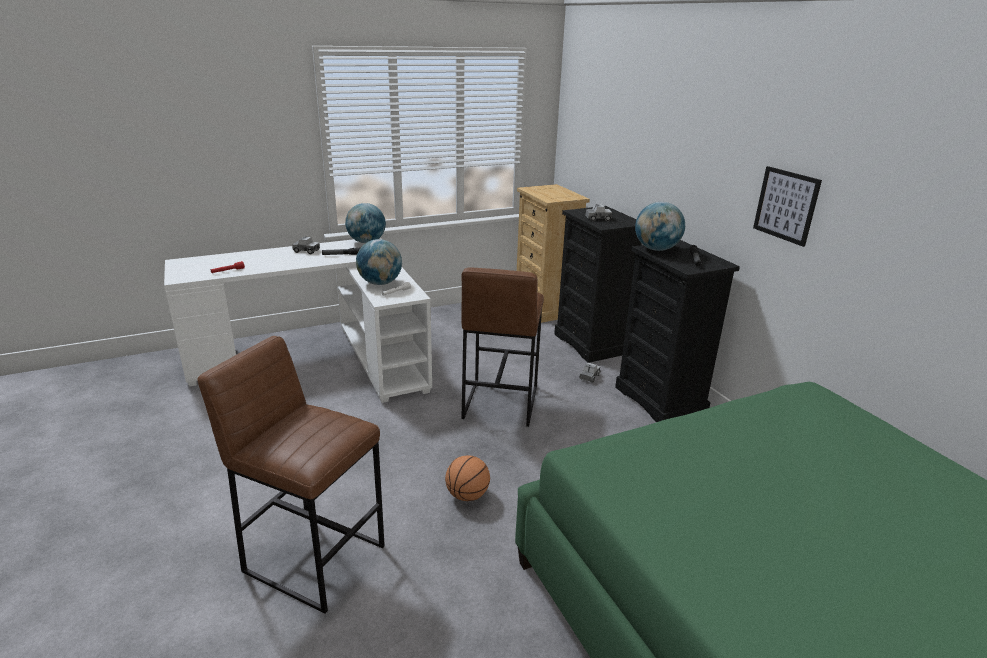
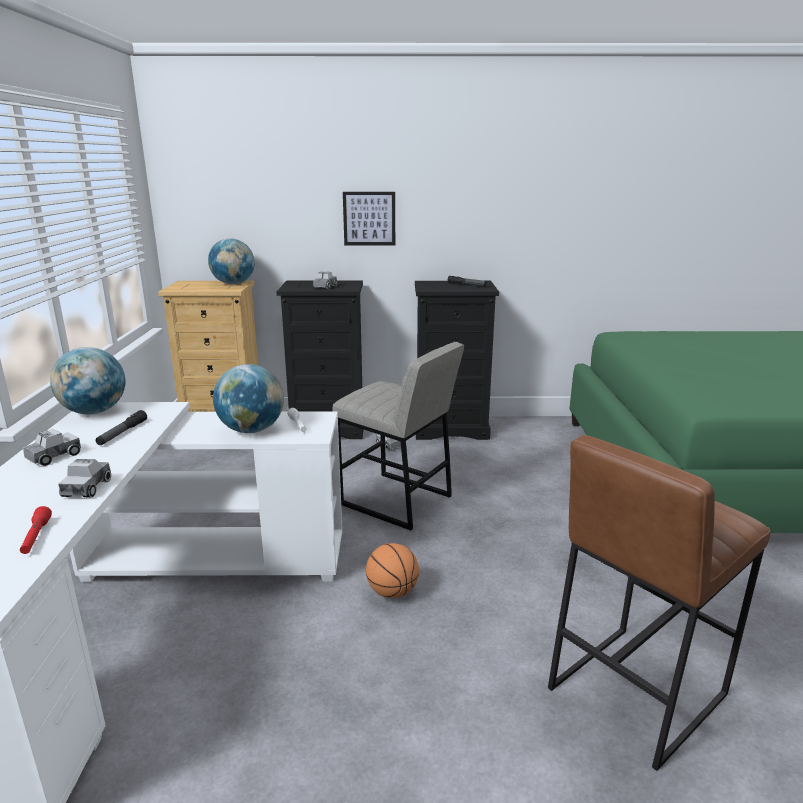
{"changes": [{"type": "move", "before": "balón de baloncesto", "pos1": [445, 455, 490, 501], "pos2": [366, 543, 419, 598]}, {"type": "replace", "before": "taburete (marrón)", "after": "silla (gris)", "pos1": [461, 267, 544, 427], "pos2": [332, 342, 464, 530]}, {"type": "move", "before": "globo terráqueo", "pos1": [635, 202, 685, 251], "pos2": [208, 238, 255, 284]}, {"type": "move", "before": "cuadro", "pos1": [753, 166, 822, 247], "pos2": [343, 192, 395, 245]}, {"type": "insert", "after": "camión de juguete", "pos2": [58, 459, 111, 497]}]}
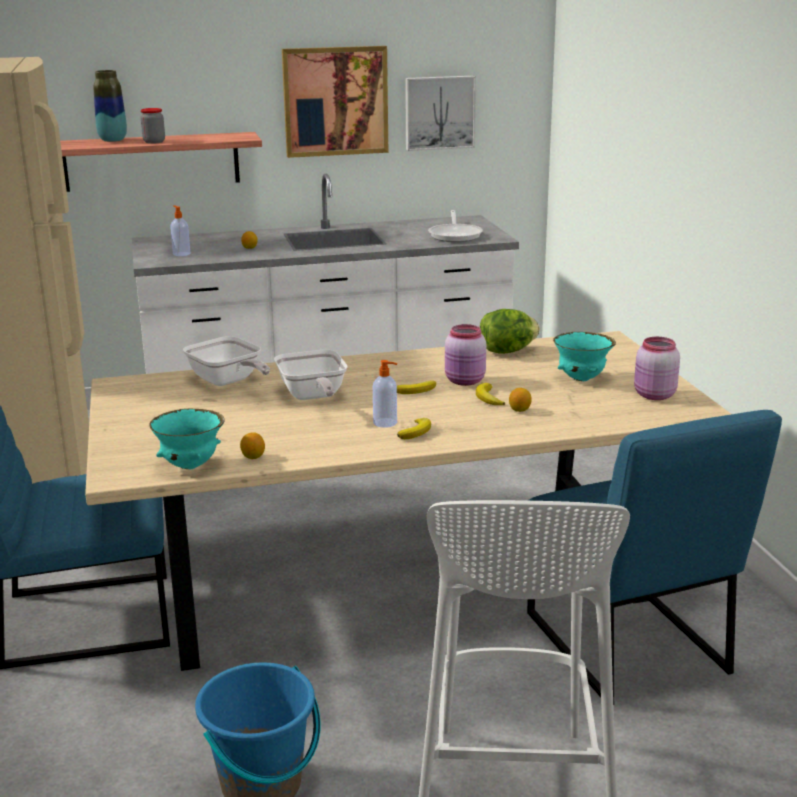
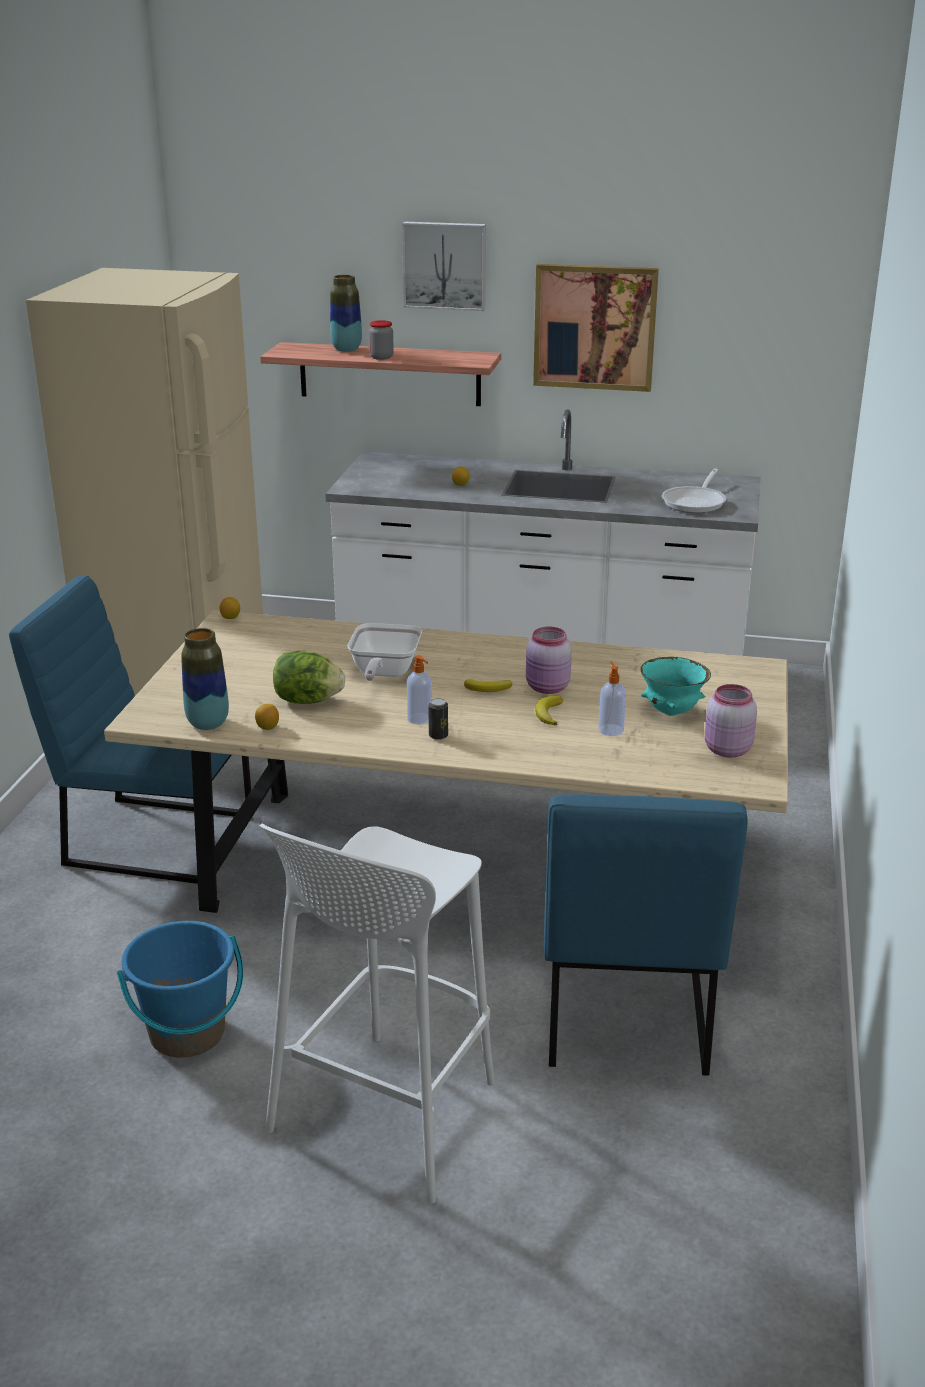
{"changes": [{"type": "replace", "before": "cuenco (turquesa)", "after": "florero", "pos1": [149, 408, 225, 470], "pos2": [181, 628, 229, 730]}, {"type": "move", "before": "dispensador de jabón", "pos1": [170, 205, 190, 256], "pos2": [599, 661, 626, 736]}, {"type": "delete", "before": "sartén", "pos1": [183, 336, 270, 386]}, {"type": "replace", "before": "plátano", "after": "lata", "pos1": [397, 418, 431, 439], "pos2": [428, 698, 448, 740]}, {"type": "move", "before": "cuadro", "pos1": [405, 76, 476, 151], "pos2": [402, 222, 486, 311]}, {"type": "move", "before": "lechuga", "pos1": [480, 309, 540, 354], "pos2": [273, 651, 345, 704]}, {"type": "move", "before": "limón", "pos1": [509, 388, 532, 412], "pos2": [220, 597, 240, 619]}]}
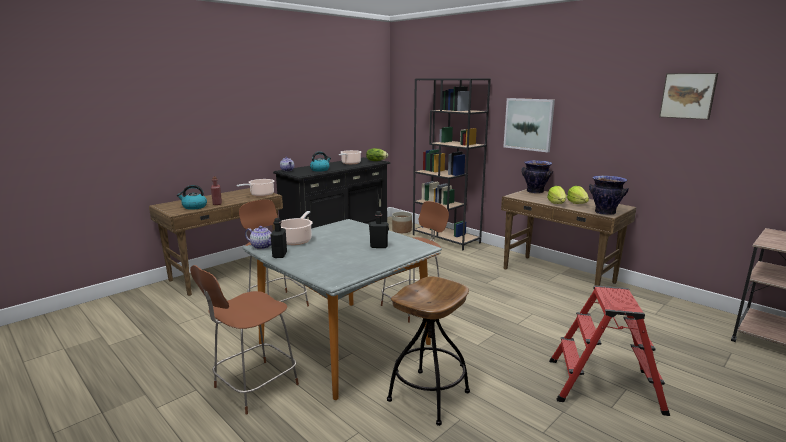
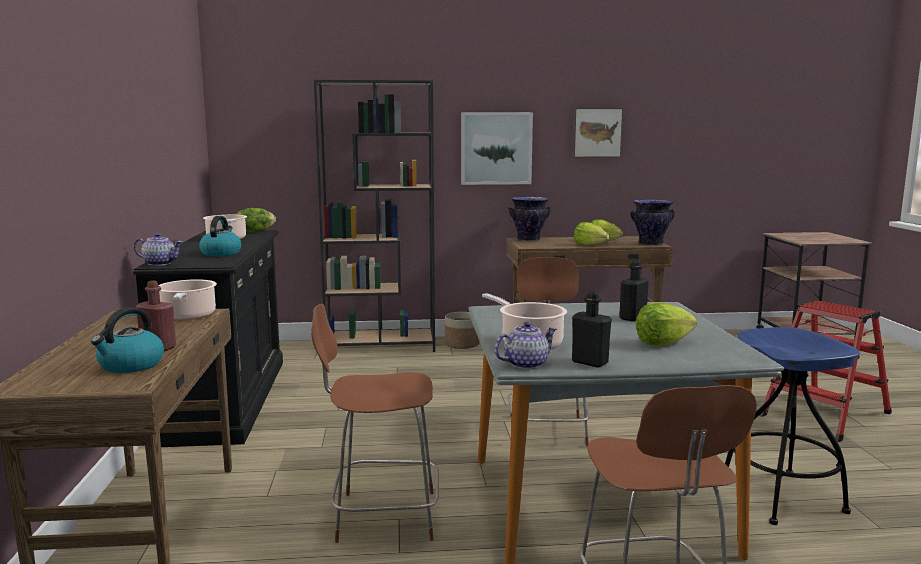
{"changes": [{"type": "recolor", "before": "taburete (marrón)", "after": "taburete (azul)", "pos1": [387, 276, 470, 426], "pos2": [725, 327, 860, 525]}, {"type": "move", "before": "maceta", "pos1": [392, 212, 412, 233], "pos2": [445, 312, 479, 349]}, {"type": "move", "before": "cuadro", "pos1": [659, 73, 718, 120], "pos2": [573, 108, 623, 157]}, {"type": "insert", "after": "lechuga", "pos2": [636, 303, 697, 346]}]}
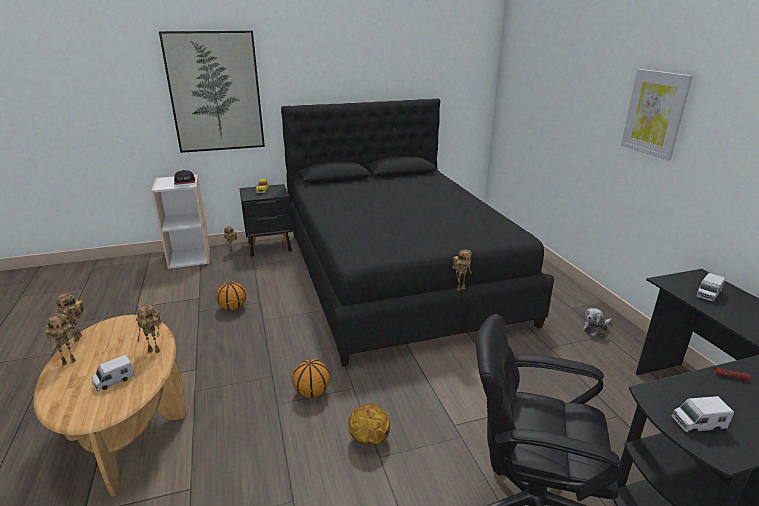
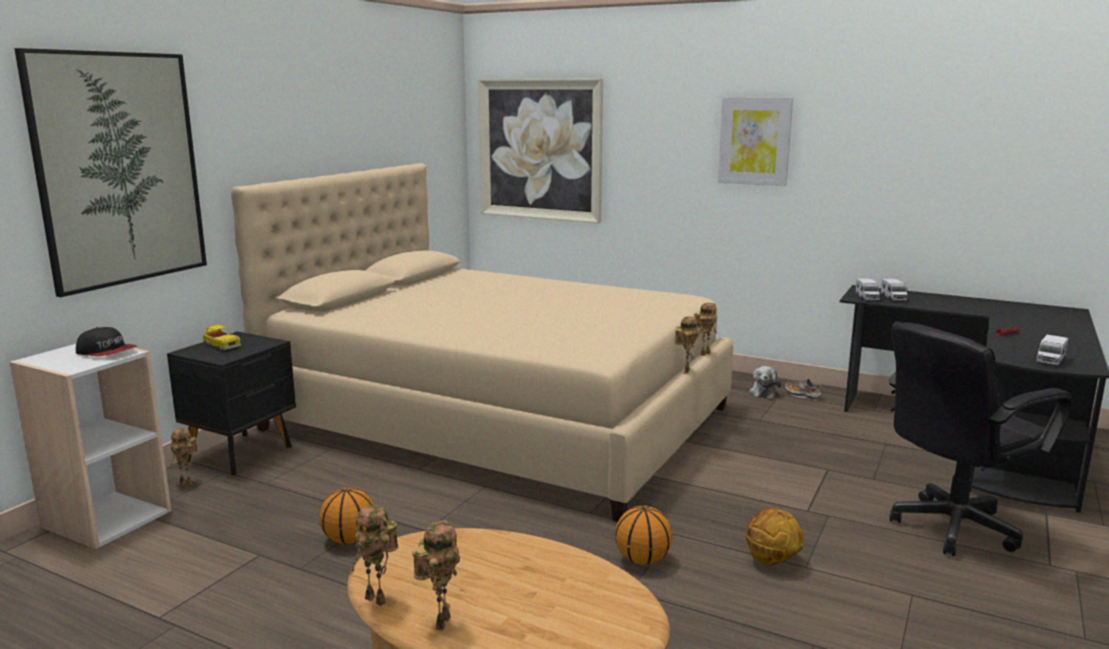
{"changes": [{"type": "move", "before": "camión de juguete", "pos1": [92, 355, 135, 391], "pos2": [855, 278, 880, 300]}, {"type": "move", "before": "robot de juguete", "pos1": [136, 305, 161, 353], "pos2": [694, 303, 717, 356]}, {"type": "recolor", "before": "cama (negro)", "after": "cama (beis)", "pos1": [281, 99, 554, 366], "pos2": [231, 163, 733, 522]}, {"type": "insert", "after": "cuadro", "pos2": [478, 79, 603, 223]}, {"type": "insert", "after": "zapato", "pos2": [784, 378, 822, 400]}]}
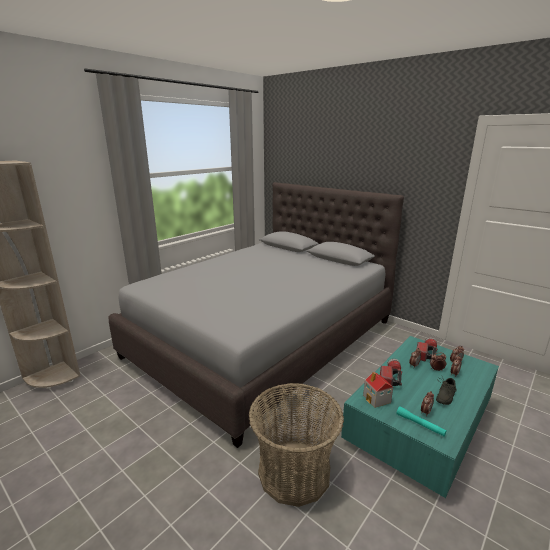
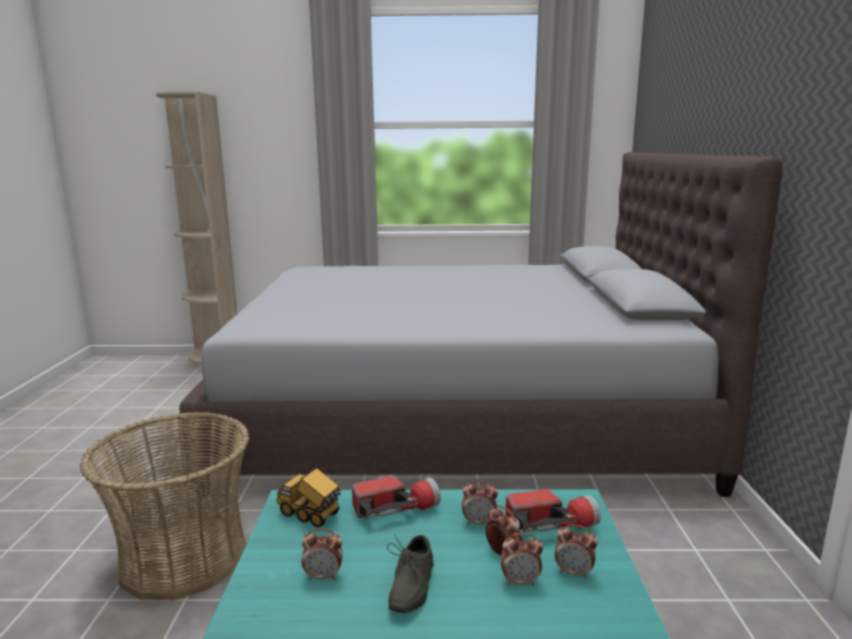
{"changes": [{"type": "replace", "before": "casita", "after": "camión de juguete", "pos1": [363, 372, 393, 408], "pos2": [276, 468, 341, 527]}, {"type": "delete", "before": "linterna (turquesa)", "pos1": [396, 406, 447, 436]}, {"type": "rotate", "before": "zapato (gris)", "pos1": [436, 375, 457, 405], "pos2": [387, 535, 434, 613], "turn": -75}]}
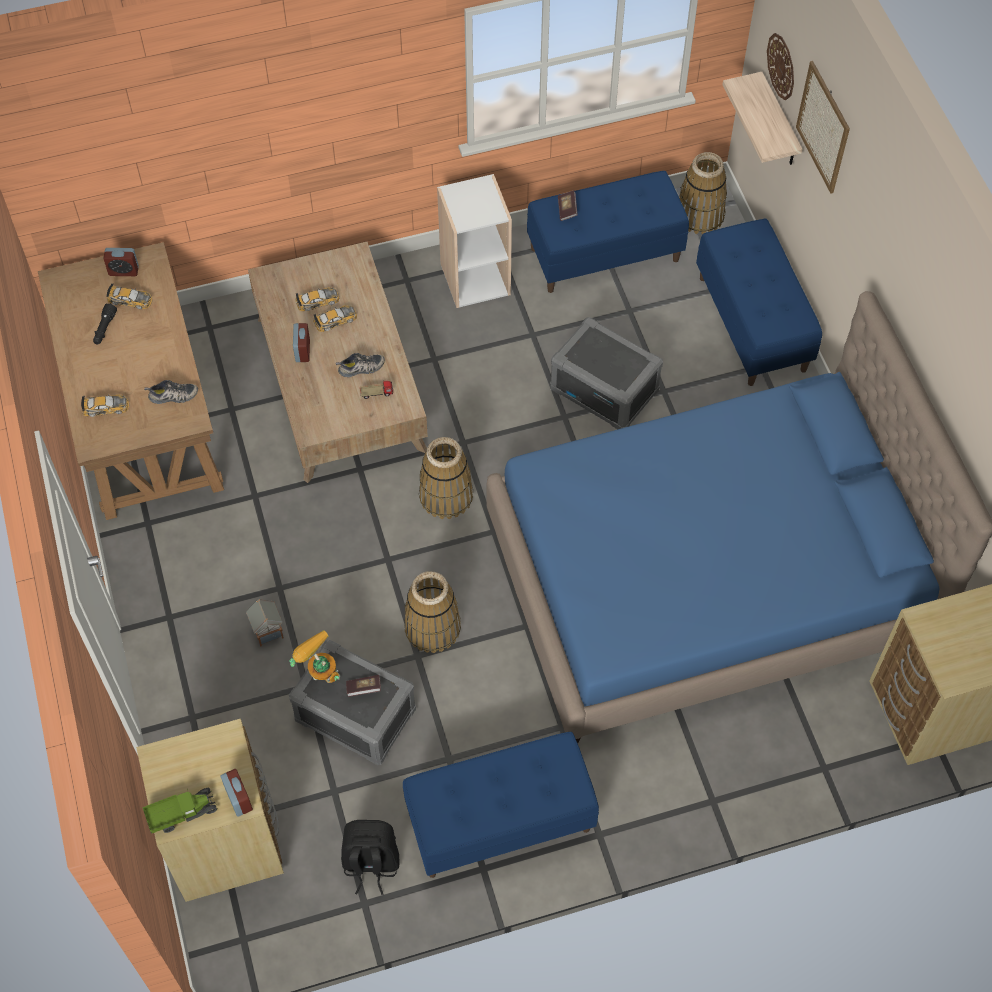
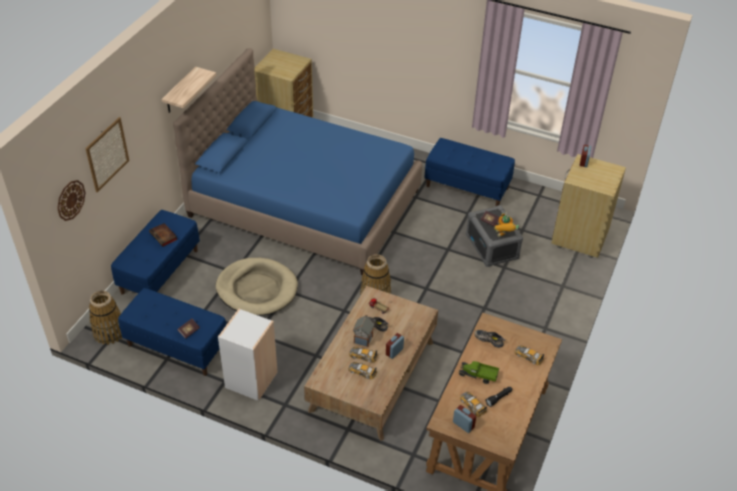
{"changes": [{"type": "move", "before": "camión de juguete", "pos1": [142, 788, 218, 834], "pos2": [459, 361, 499, 384]}, {"type": "move", "before": "casita", "pos1": [246, 599, 284, 647], "pos2": [353, 315, 375, 347]}, {"type": "delete", "before": "mochila (negro)", "pos1": [341, 820, 400, 895]}, {"type": "delete", "before": "cesta", "pos1": [404, 571, 461, 653]}, {"type": "replace", "before": "caja de almacenaje (gris)", "after": "cama para perro (beis)", "pos1": [550, 317, 663, 429], "pos2": [216, 258, 298, 316]}, {"type": "move", "before": "estante", "pos1": [722, 72, 803, 165], "pos2": [162, 67, 216, 113]}, {"type": "insert", "after": "libro", "pos2": [149, 223, 178, 247]}]}
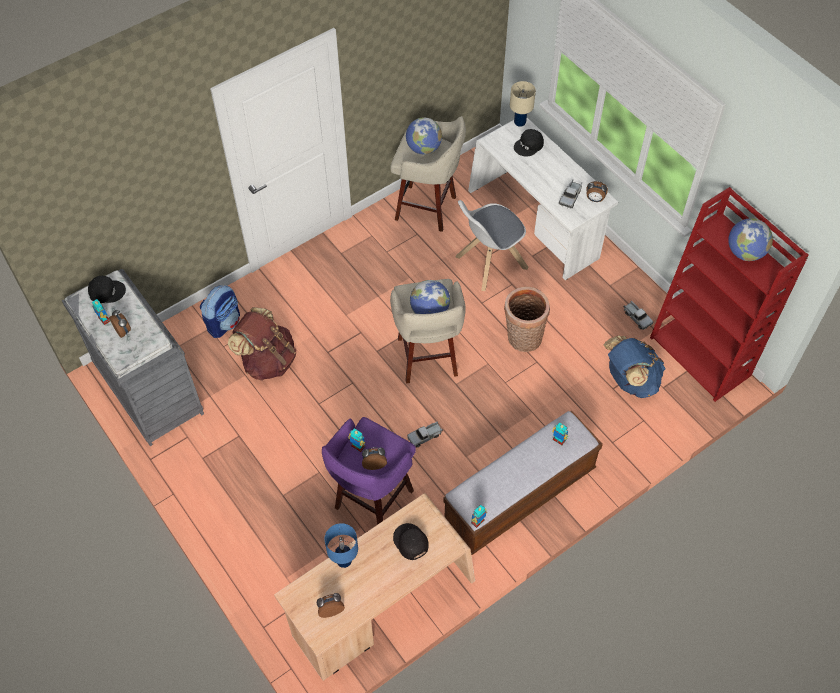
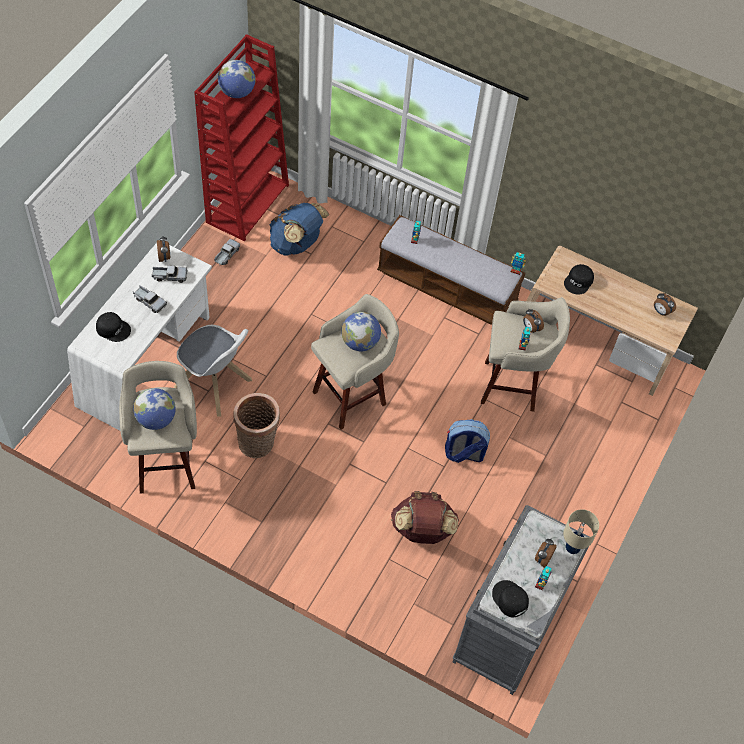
{"changes": [{"type": "move", "before": "mochila", "pos1": [200, 285, 240, 338], "pos2": [445, 419, 490, 463]}, {"type": "recolor", "before": "taburete (morado)", "after": "taburete (beis)", "pos1": [322, 417, 416, 525], "pos2": [481, 297, 570, 412]}, {"type": "delete", "before": "lámpara de mesa (azul)", "pos1": [325, 523, 358, 568]}, {"type": "move", "before": "camión de juguete", "pos1": [407, 421, 443, 447], "pos2": [133, 285, 167, 313]}, {"type": "move", "before": "cesta", "pos1": [504, 287, 550, 352], "pos2": [233, 393, 280, 458]}, {"type": "move", "before": "lámpara de mesa (beis)", "pos1": [510, 81, 536, 127], "pos2": [563, 509, 599, 554]}]}
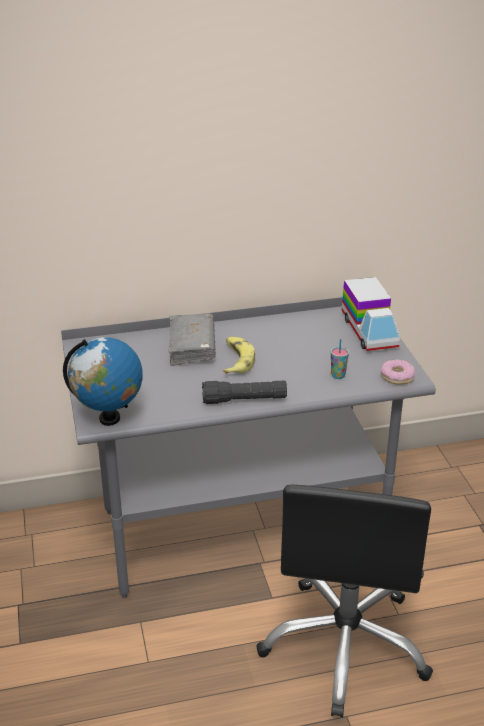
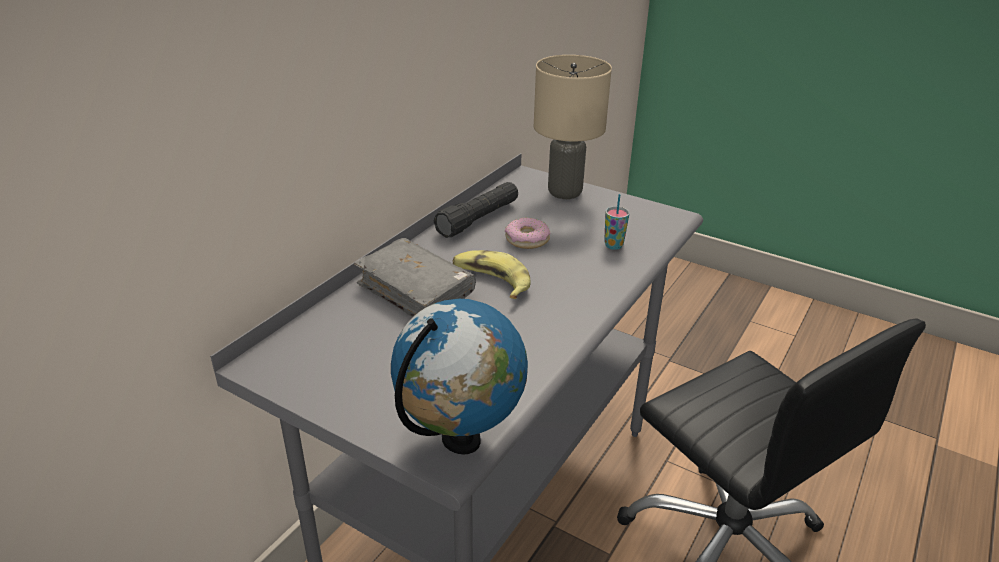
{"changes": [{"type": "move", "before": "linterna (negro)", "pos1": [202, 381, 287, 404], "pos2": [434, 182, 518, 238]}, {"type": "replace", "before": "camión de juguete", "after": "lámpara de mesa (beis)", "pos1": [342, 277, 400, 351], "pos2": [534, 55, 612, 199]}, {"type": "move", "before": "rosquilla", "pos1": [381, 360, 415, 385], "pos2": [505, 217, 550, 249]}]}
